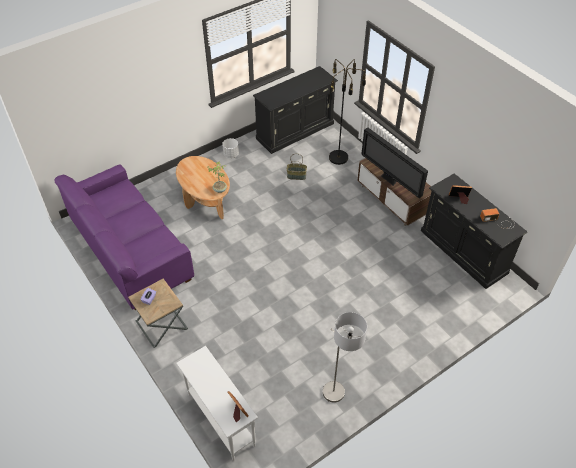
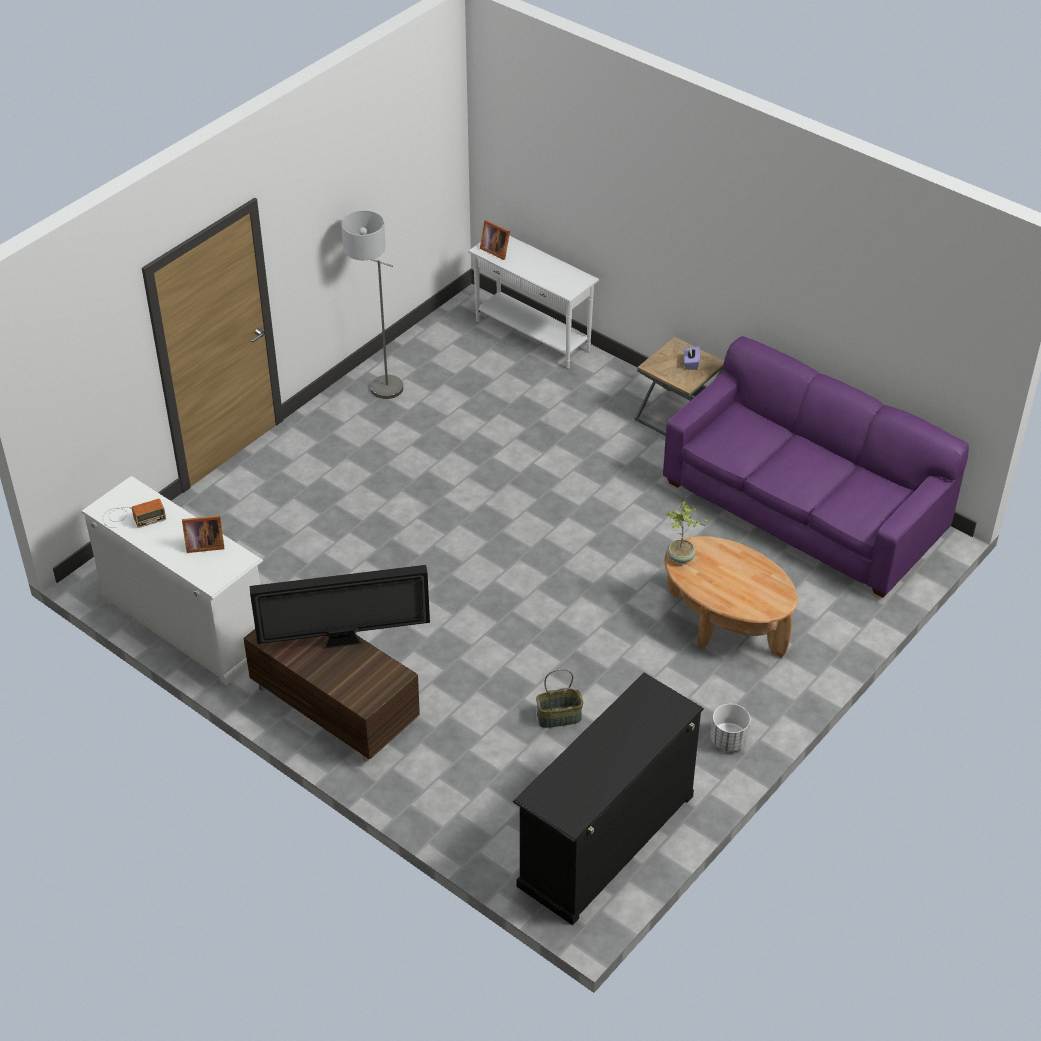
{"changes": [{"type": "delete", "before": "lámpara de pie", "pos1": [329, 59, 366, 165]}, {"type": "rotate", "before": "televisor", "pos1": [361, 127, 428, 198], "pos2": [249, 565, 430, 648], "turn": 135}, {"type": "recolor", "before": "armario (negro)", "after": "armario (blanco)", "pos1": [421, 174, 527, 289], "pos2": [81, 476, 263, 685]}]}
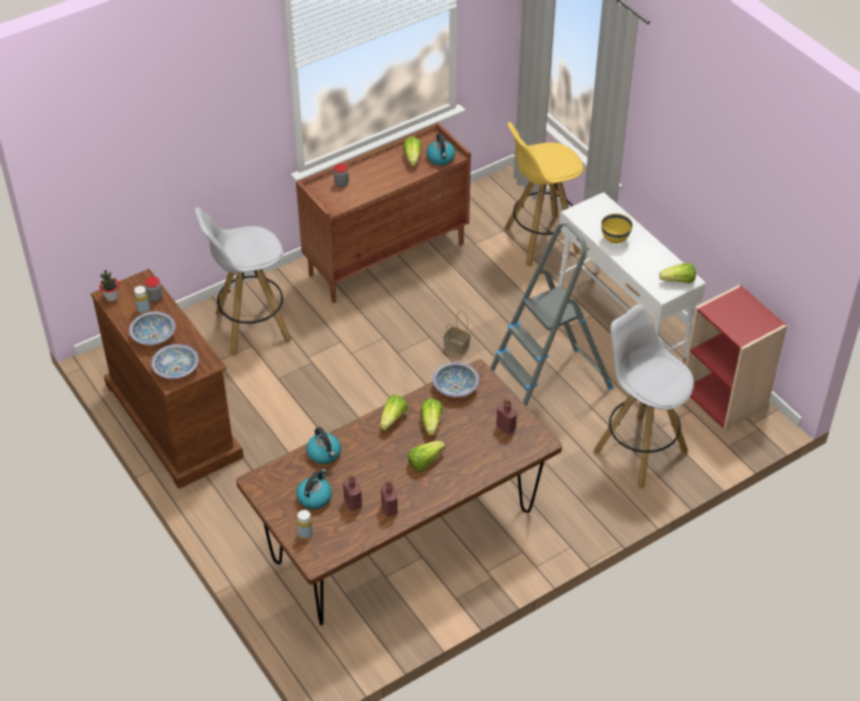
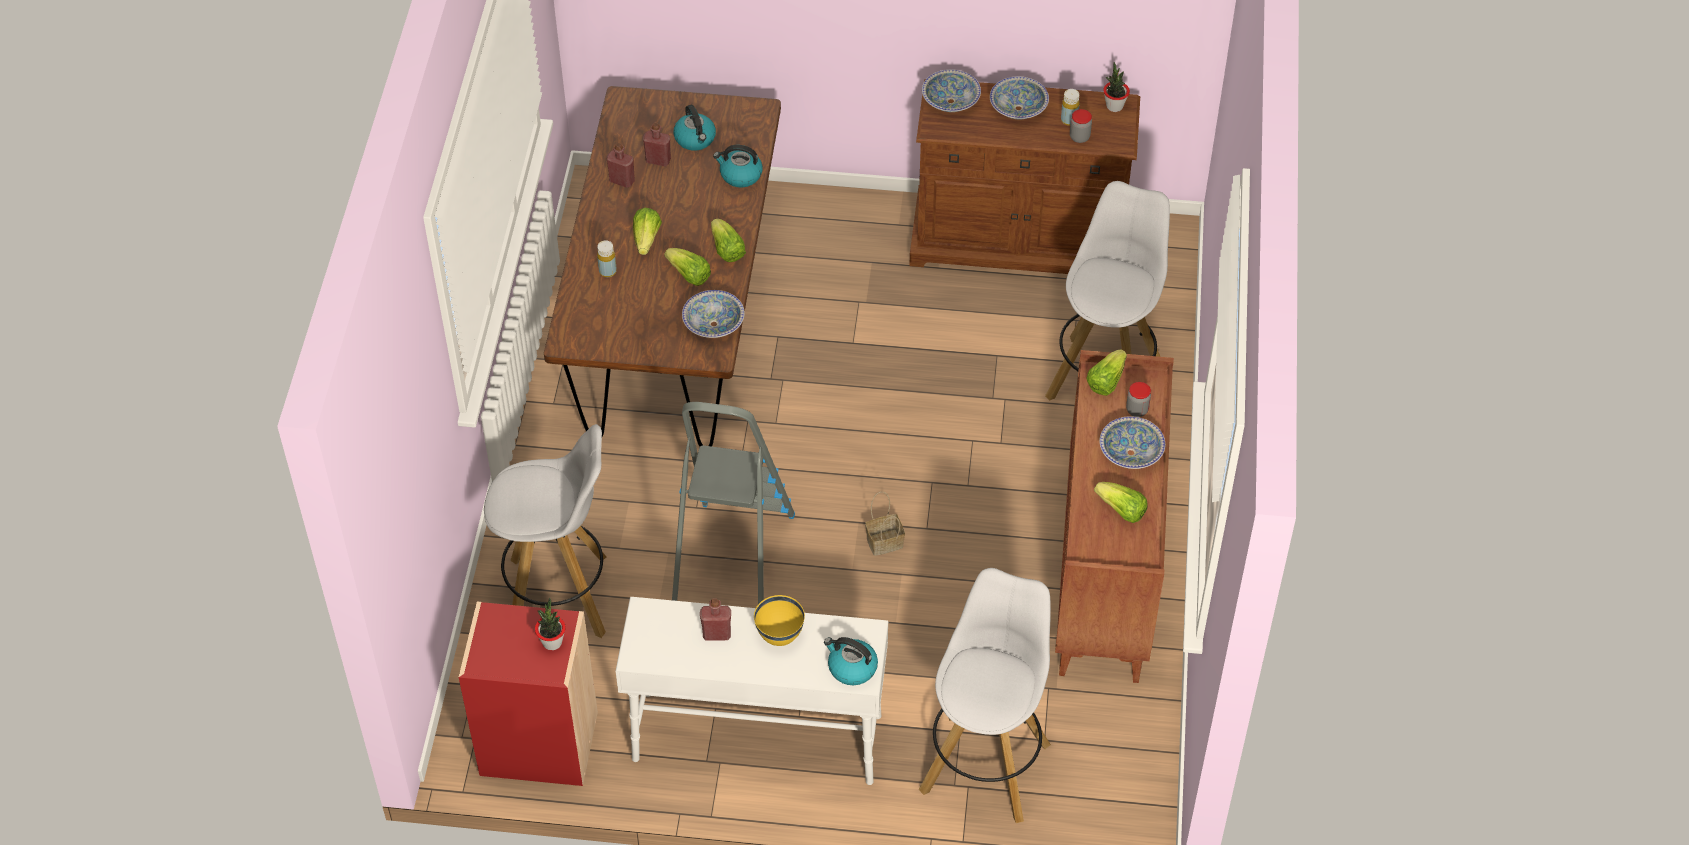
{"changes": [{"type": "move", "before": "botella (amarillo)", "pos1": [297, 510, 313, 539], "pos2": [597, 240, 617, 277]}, {"type": "move", "before": "hervidor", "pos1": [426, 133, 455, 165], "pos2": [824, 637, 878, 685]}, {"type": "move", "before": "botella (rojo)", "pos1": [496, 399, 517, 434], "pos2": [700, 599, 731, 641]}, {"type": "recolor", "before": "taburete (amarillo)", "after": "taburete (blanco)", "pos1": [504, 122, 584, 267], "pos2": [919, 568, 1051, 823]}, {"type": "move", "before": "lechuga", "pos1": [659, 263, 696, 283], "pos2": [1086, 350, 1127, 396]}, {"type": "insert", "after": "planta en maceta", "pos2": [535, 598, 566, 650]}, {"type": "insert", "after": "cuenco", "pos2": [1099, 416, 1165, 469]}]}
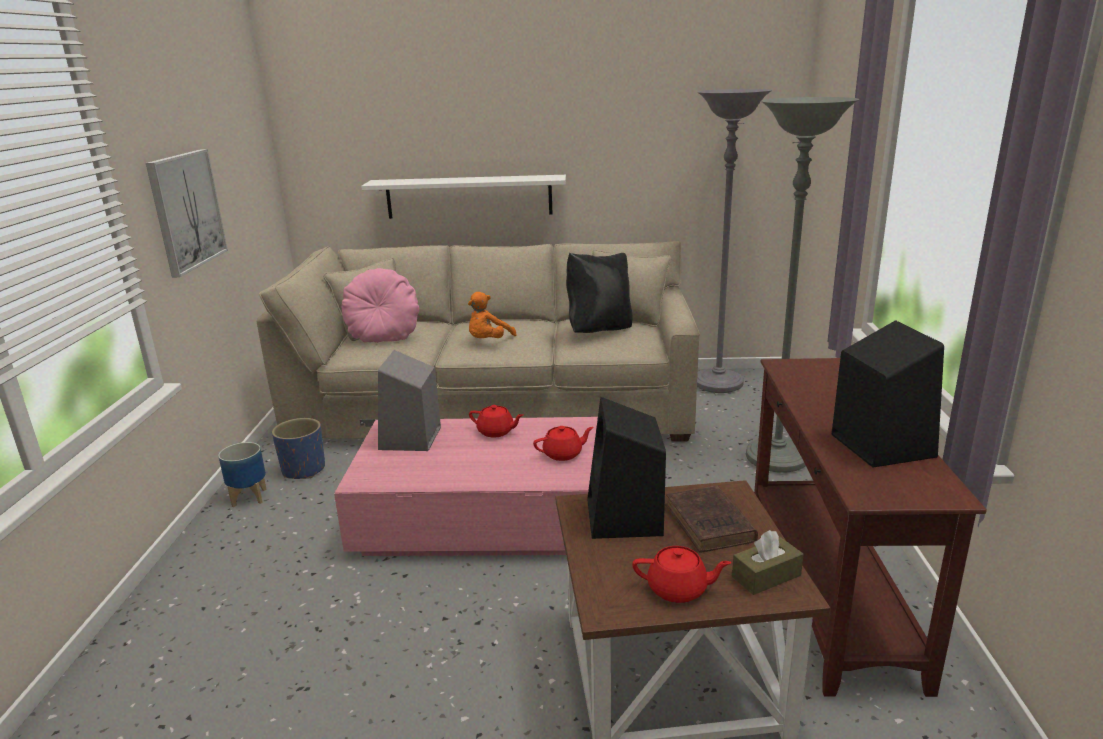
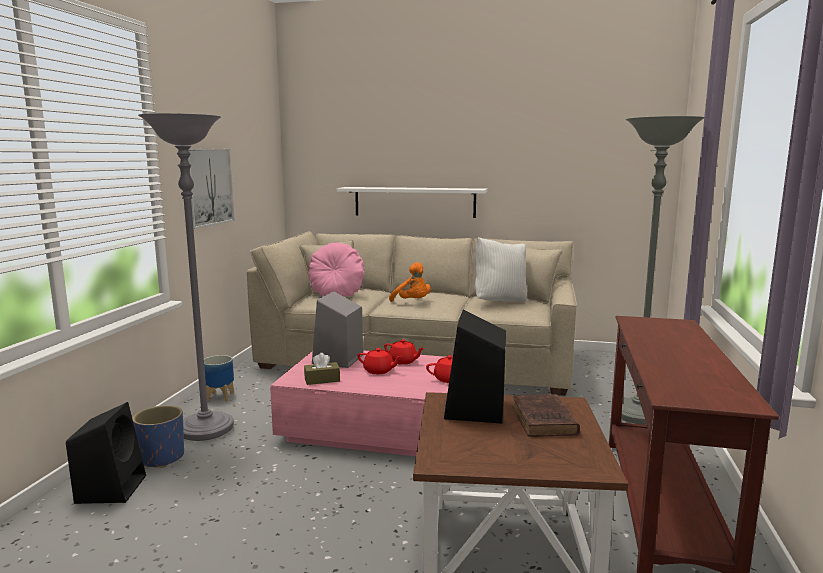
{"changes": [{"type": "move", "before": "maceta (azul)", "pos1": [272, 418, 325, 479], "pos2": [132, 405, 184, 468]}, {"type": "rotate", "before": "peluche (naranja)", "pos1": [468, 292, 516, 338], "pos2": [389, 262, 431, 302], "turn": -90}, {"type": "recolor", "before": "cojín (negro)", "after": "cojín (blanco)", "pos1": [566, 253, 632, 333], "pos2": [475, 237, 527, 302]}, {"type": "move", "before": "tetera (rojo)", "pos1": [632, 546, 732, 603], "pos2": [357, 348, 402, 374]}, {"type": "move", "before": "lámpara de pie (gris)", "pos1": [697, 89, 772, 393], "pos2": [138, 113, 234, 441]}, {"type": "move", "before": "caja de pañuelos (marrón)", "pos1": [732, 530, 803, 595], "pos2": [304, 353, 340, 385]}, {"type": "move", "before": "altavoz (negro)", "pos1": [831, 320, 944, 467], "pos2": [66, 402, 146, 504]}]}
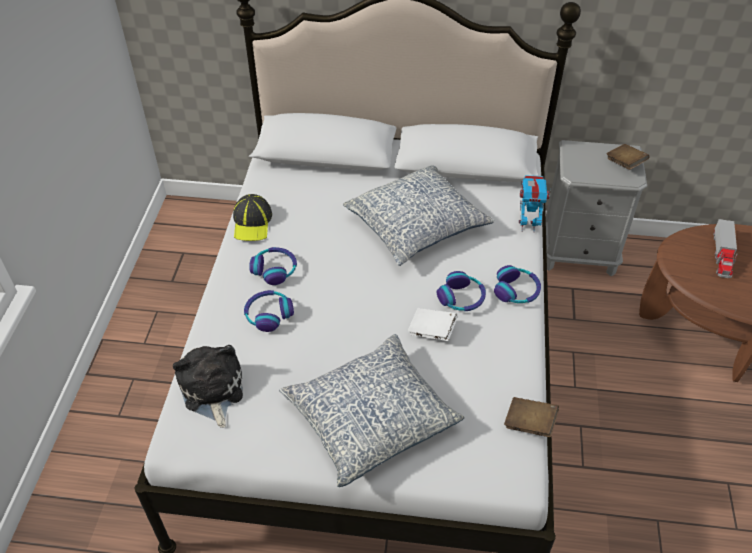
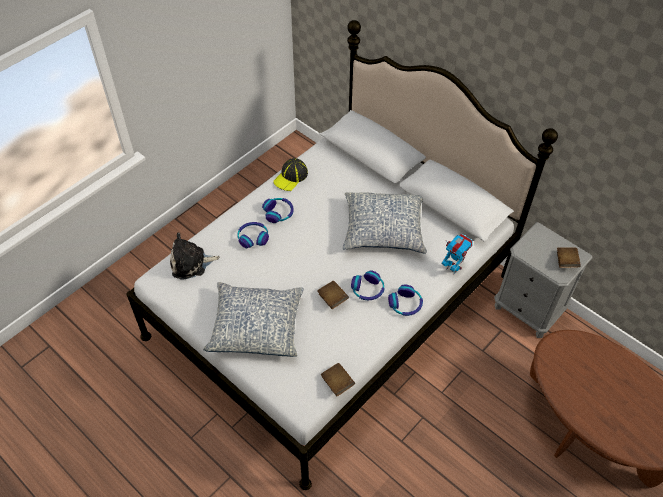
{"changes": [{"type": "rotate", "before": "peluche", "pos1": [173, 345, 243, 428], "pos2": [170, 233, 220, 280], "turn": -120}, {"type": "recolor", "before": "libro (blanco)", "after": "libro (marrón)", "pos1": [408, 308, 457, 341], "pos2": [317, 281, 349, 309]}, {"type": "delete", "before": "camión de juguete", "pos1": [713, 219, 737, 278]}]}
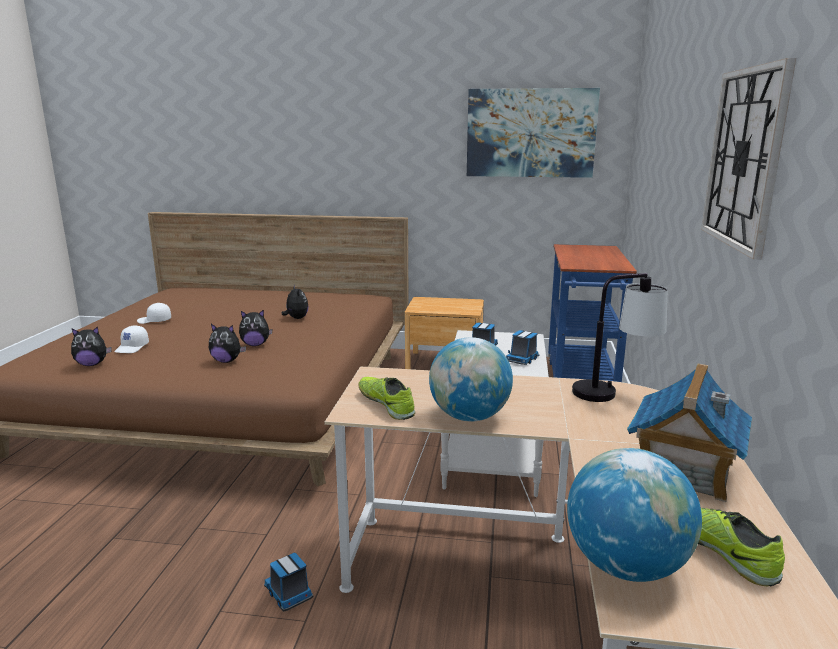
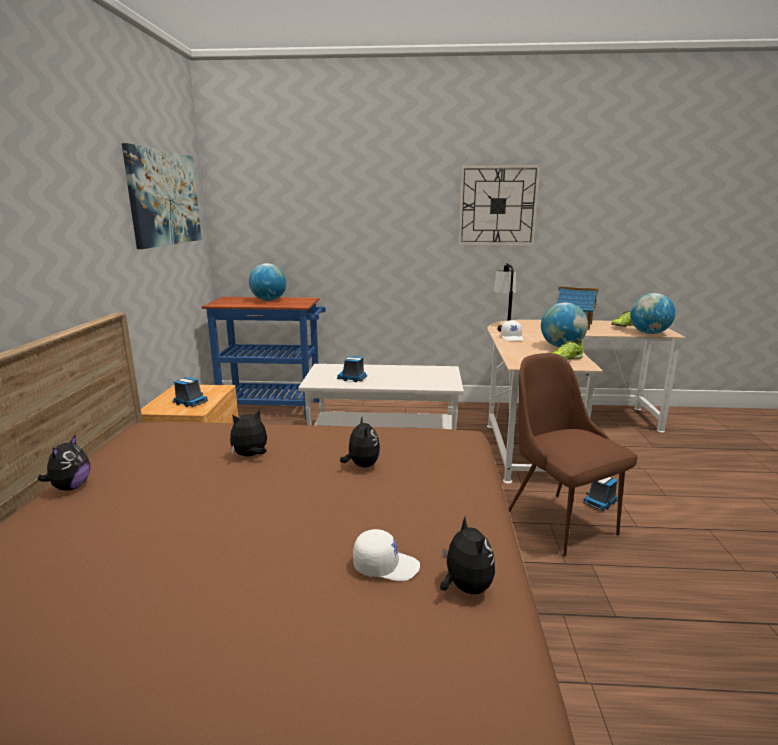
{"changes": [{"type": "move", "before": "gorra (blanco)", "pos1": [137, 303, 171, 324], "pos2": [501, 320, 523, 341]}, {"type": "move", "before": "peluche", "pos1": [209, 324, 246, 363], "pos2": [38, 435, 90, 491]}, {"type": "move", "before": "camión de juguete", "pos1": [506, 330, 539, 365], "pos2": [172, 377, 208, 407]}, {"type": "insert", "after": "globo terráqueo", "pos2": [249, 263, 287, 301]}, {"type": "insert", "after": "silla (marrón)", "pos2": [509, 353, 638, 557]}]}
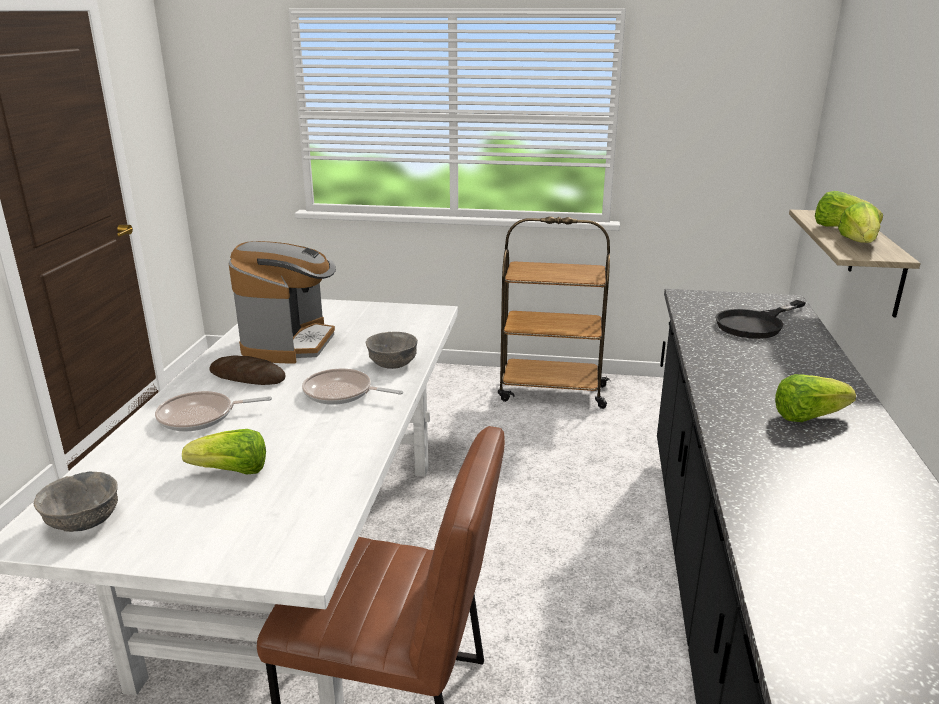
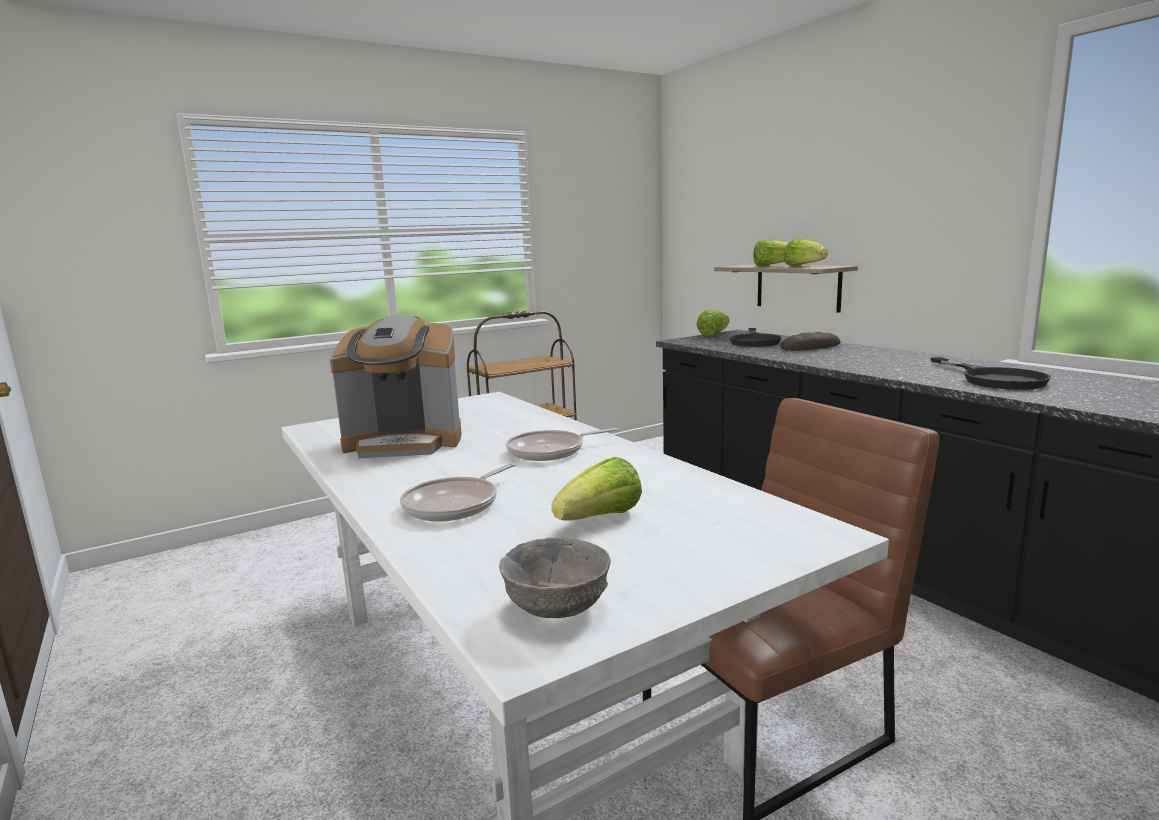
{"changes": [{"type": "move", "before": "pan", "pos1": [209, 356, 286, 385], "pos2": [780, 332, 841, 351]}, {"type": "rotate", "before": "cafetera", "pos1": [228, 241, 336, 364], "pos2": [330, 315, 461, 458], "turn": 120}, {"type": "delete", "before": "cuenco (gris)", "pos1": [366, 332, 418, 369]}, {"type": "move", "before": "lechuga", "pos1": [775, 374, 856, 422], "pos2": [696, 310, 729, 336]}, {"type": "insert", "after": "sartén (negro)", "pos2": [931, 357, 1051, 390]}]}
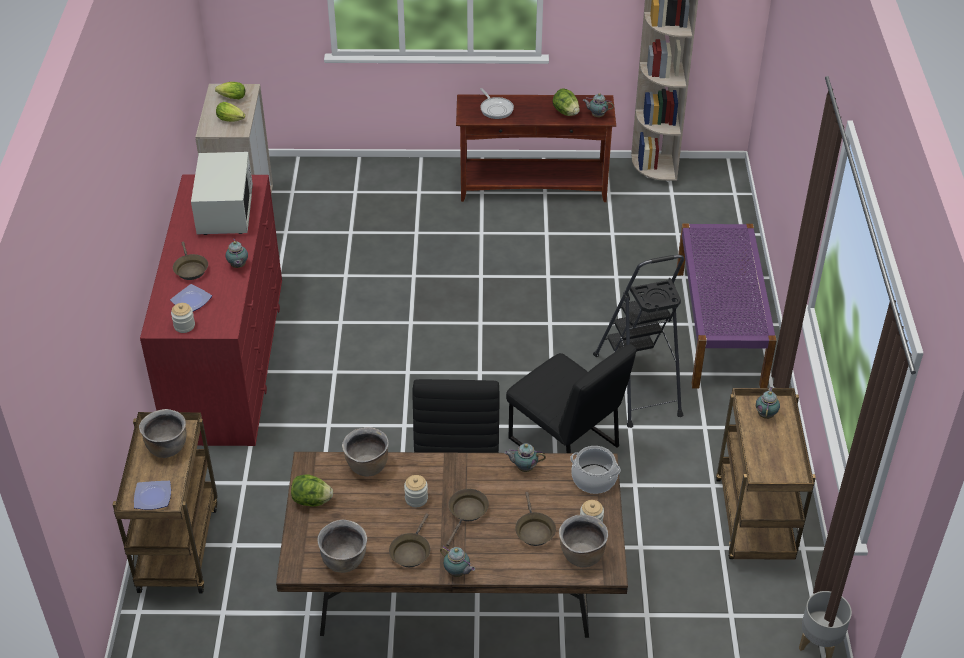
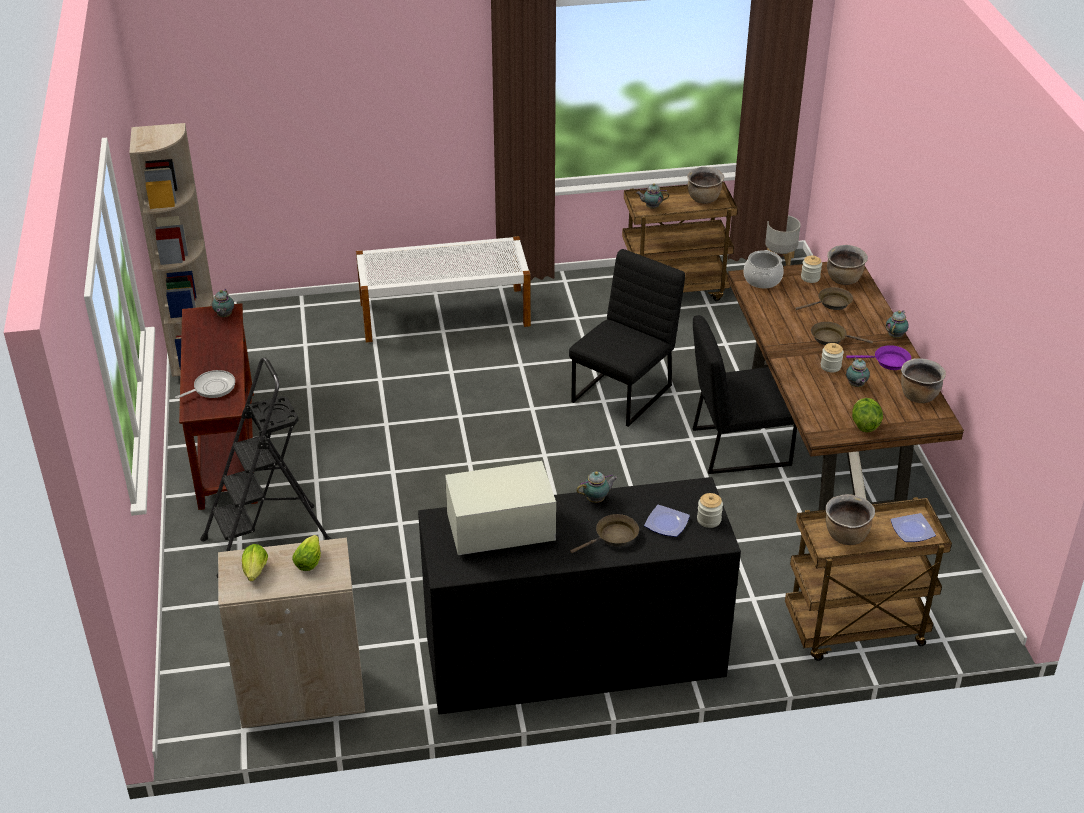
{"changes": [{"type": "recolor", "before": "cómoda (rojo)", "after": "cómoda (negro)", "pos1": [140, 174, 282, 446], "pos2": [418, 477, 741, 714]}, {"type": "move", "before": "olla (marrón)", "pos1": [342, 427, 389, 476], "pos2": [687, 167, 724, 204]}, {"type": "recolor", "before": "sartén (marrón)", "after": "sartén (morado)", "pos1": [389, 513, 430, 567], "pos2": [846, 345, 911, 370]}, {"type": "move", "before": "tetera", "pos1": [504, 443, 546, 472], "pos2": [846, 357, 870, 387]}, {"type": "delete", "before": "lechuga", "pos1": [553, 89, 580, 116]}, {"type": "move", "before": "escalera de tijera", "pos1": [593, 255, 684, 428], "pos2": [200, 358, 332, 578]}, {"type": "recolor", "before": "banco (morado)", "after": "banco (blanco)", "pos1": [677, 223, 777, 389], "pos2": [356, 236, 531, 343]}]}
